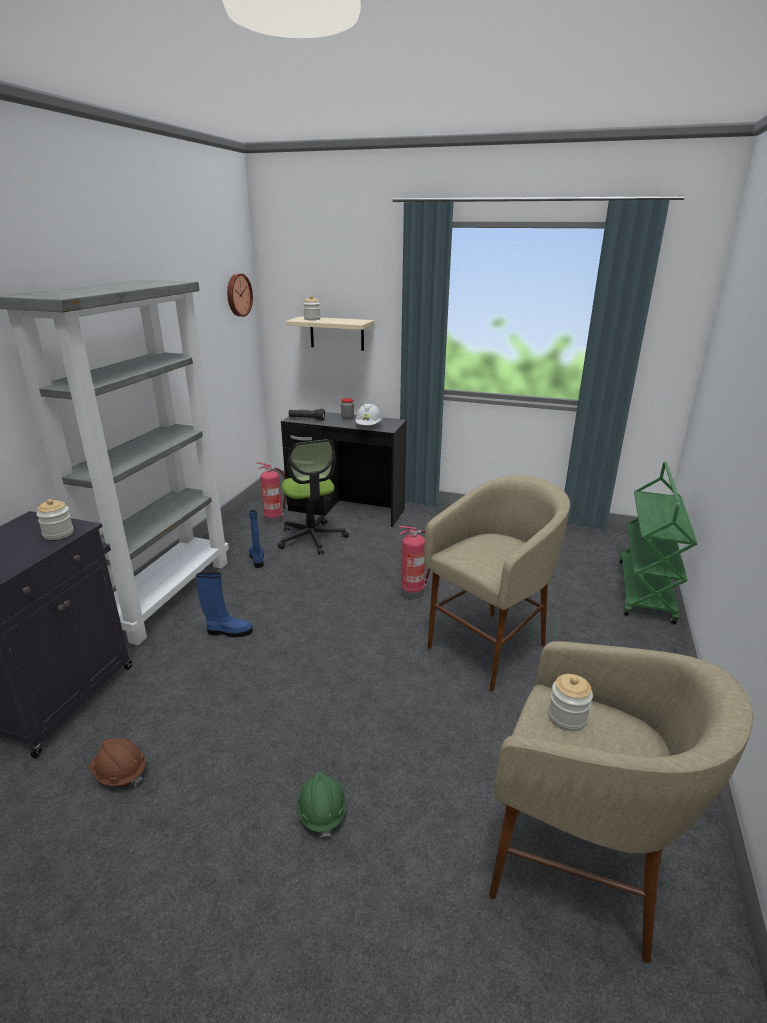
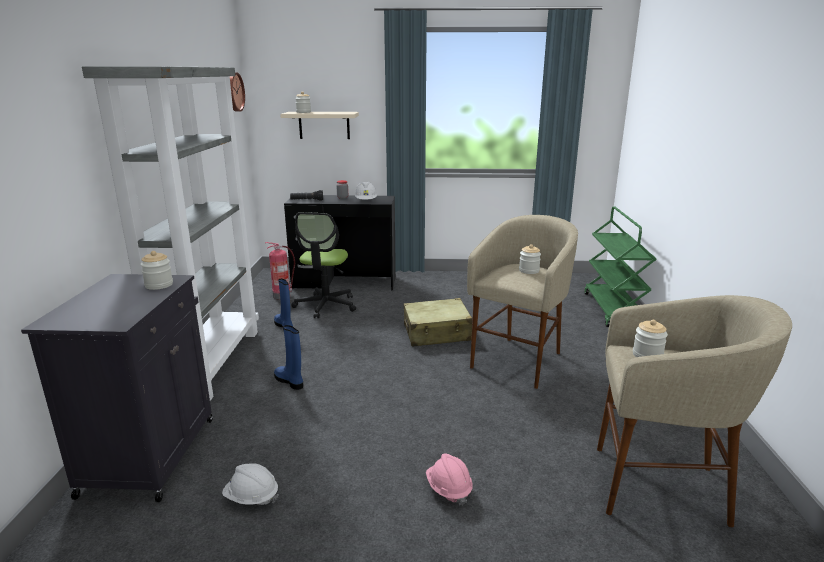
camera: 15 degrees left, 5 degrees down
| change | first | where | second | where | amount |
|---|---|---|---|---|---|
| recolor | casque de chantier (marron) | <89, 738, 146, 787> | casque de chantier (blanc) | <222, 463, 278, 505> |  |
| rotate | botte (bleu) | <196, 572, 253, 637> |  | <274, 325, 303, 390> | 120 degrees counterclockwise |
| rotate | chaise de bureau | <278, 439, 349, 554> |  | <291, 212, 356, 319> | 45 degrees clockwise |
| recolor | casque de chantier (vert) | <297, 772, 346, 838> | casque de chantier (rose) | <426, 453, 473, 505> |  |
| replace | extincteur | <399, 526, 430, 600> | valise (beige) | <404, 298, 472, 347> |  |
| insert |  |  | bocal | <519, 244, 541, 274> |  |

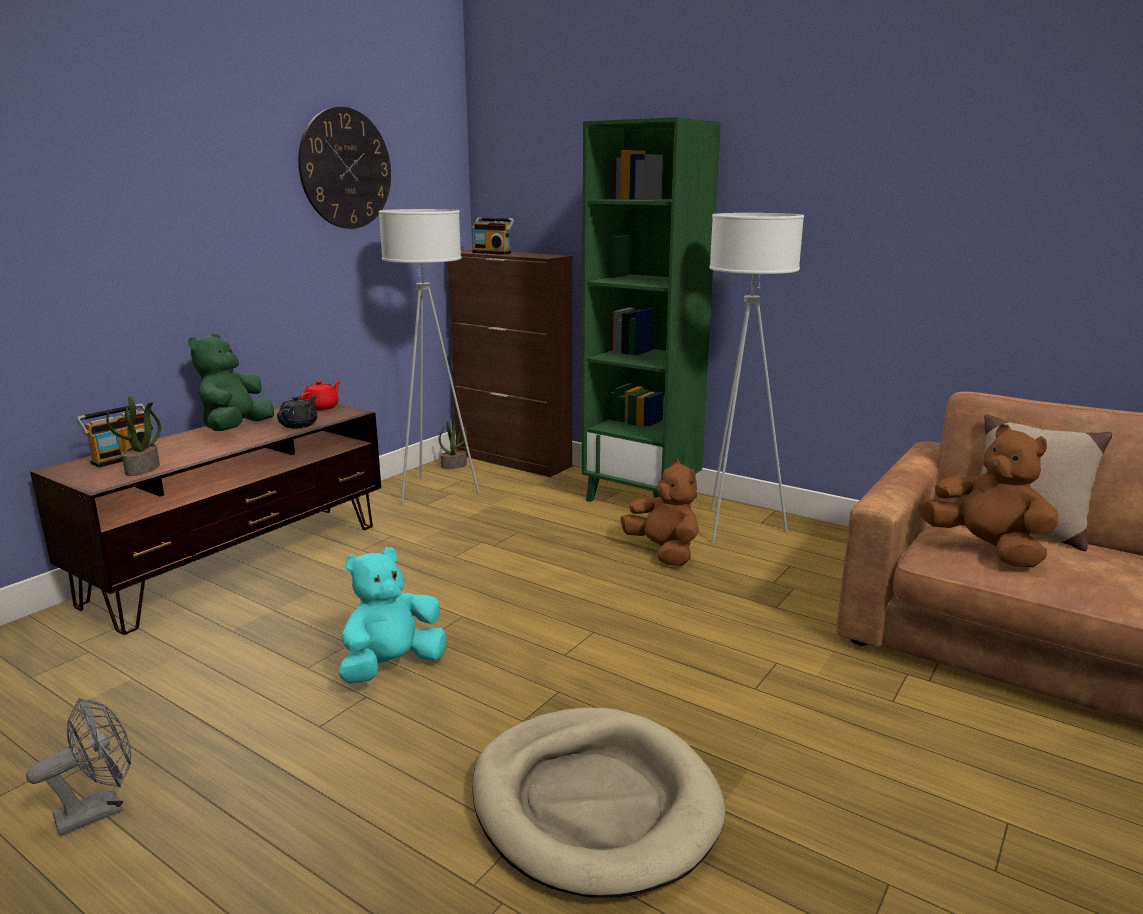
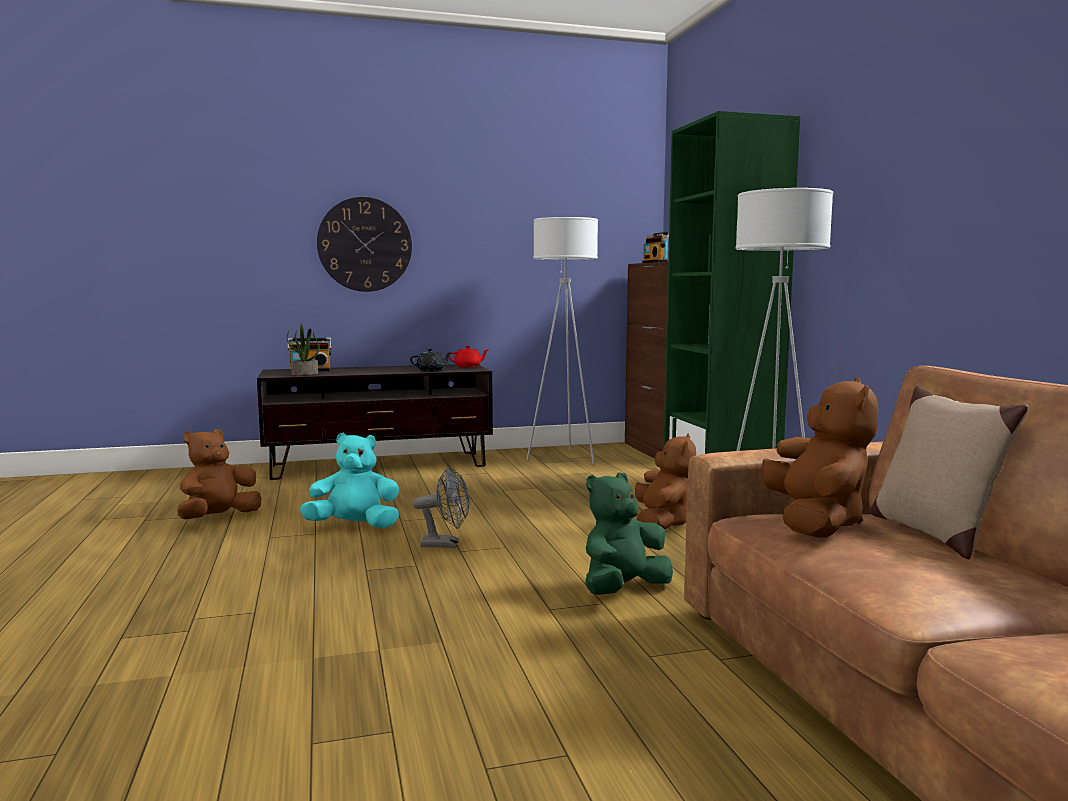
camera: 40 degrees right, 10 degrees down
| change | first | where | second | where | amount |
|---|---|---|---|---|---|
| move | ventilateur (gris) | <26, 698, 131, 836> |  | <413, 467, 469, 547> |  |
| move | peluche (vert) | <188, 334, 274, 431> |  | <585, 472, 673, 595> |  |
| move | horloge murale | <298, 107, 391, 229> |  | <317, 197, 412, 292> |  |
| delete | plante en pot | <439, 419, 467, 469> |  |  |  |
| delete | panier pour chien (beige) | <472, 708, 725, 898> |  |  |  |
| insert |  |  | peluche (marron) | <177, 429, 261, 519> |  |

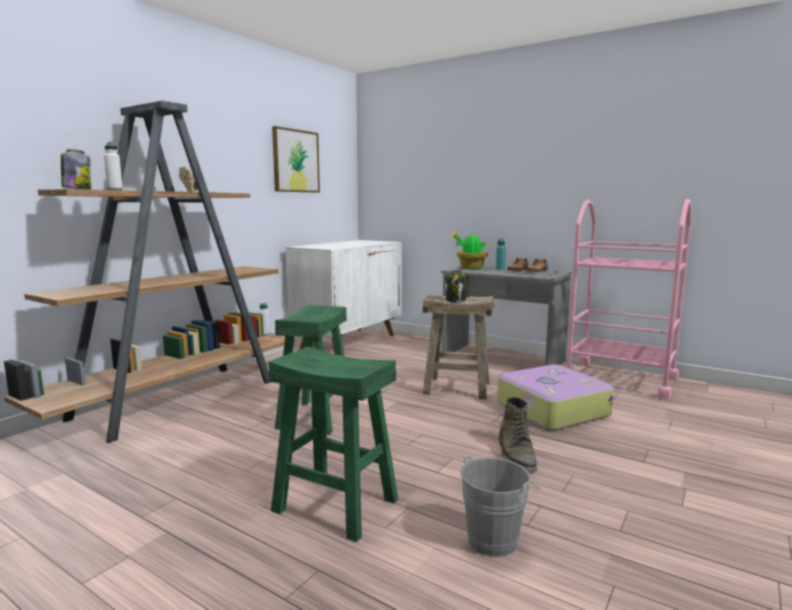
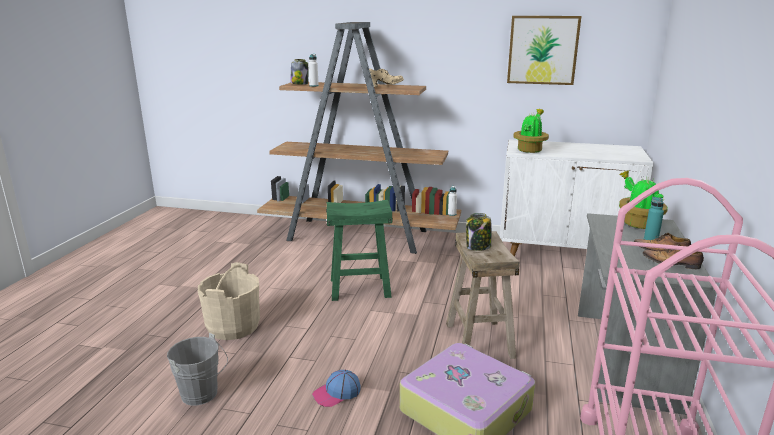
camera: 70 degrees right, 10 degrees up
| change | first | where | second | where | amount |
|---|---|---|---|---|---|
| replace | tabouret (vert) | <269, 346, 398, 542> | seau (beige) | <198, 262, 260, 340> |  |
| replace | botte (vert) | <498, 397, 537, 471> | casquette | <312, 370, 361, 407> |  |
| insert |  |  | plante en pot | <513, 109, 549, 153> |  |

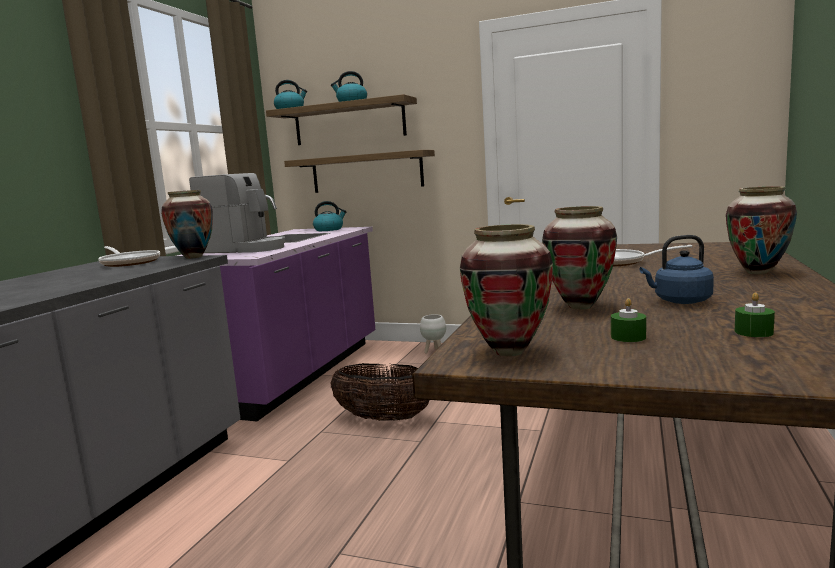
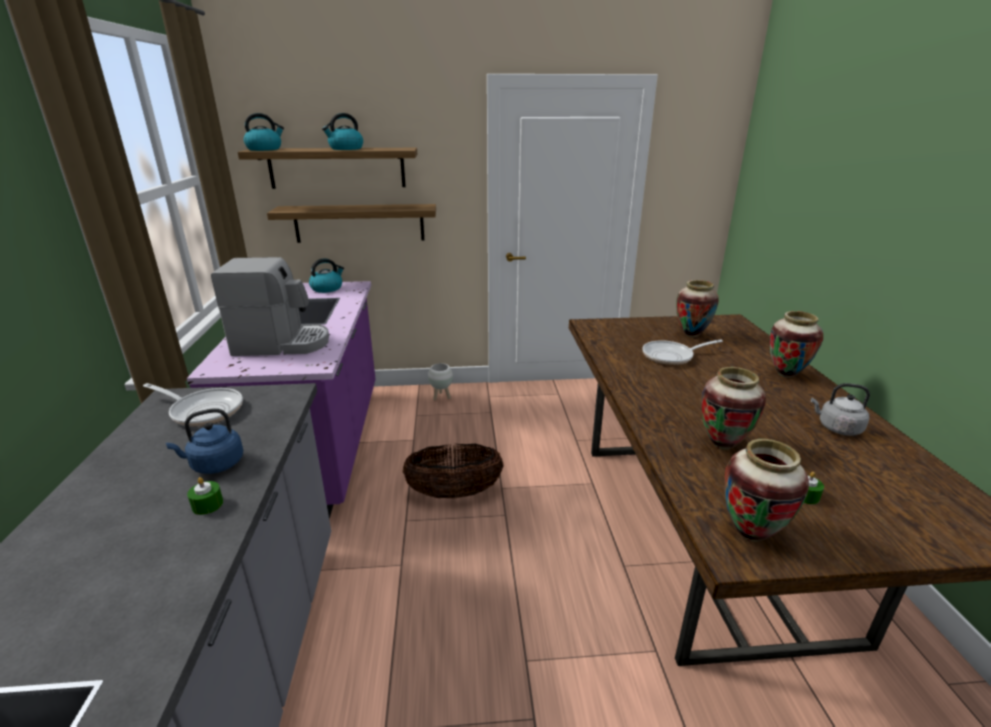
camera: 25 degrees left, 15 degrees up
| change | first | where | second | where | amount |
|---|---|---|---|---|---|
| move | vase | <161, 190, 213, 259> |  | <676, 280, 719, 338> |  |
| move | bouilloire (bleu) | <640, 235, 714, 304> |  | <166, 408, 243, 474> |  |
| move | bougie (vert) | <735, 292, 775, 337> |  | <187, 477, 223, 515> |  |
| insert |  |  | bouilloire (gris) | <811, 383, 870, 436> |  |

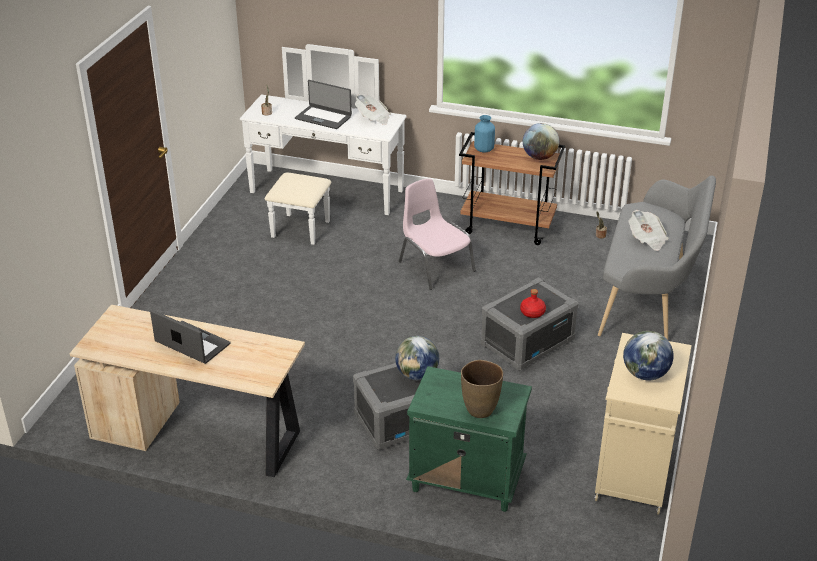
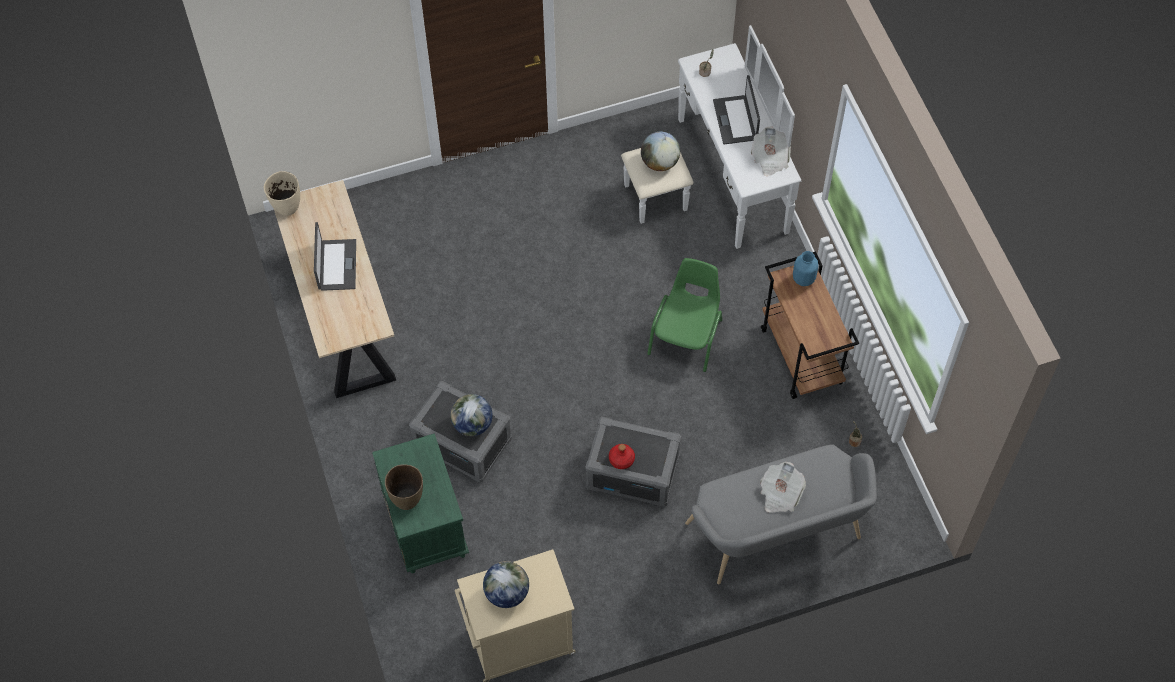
camera: 55 degrees right, 25 degrees up
| change | first | where | second | where | amount |
|---|---|---|---|---|---|
| recolor | chaise (rose) | <399, 179, 476, 290> | chaise (vert) | <647, 258, 722, 372> |  |
| move | globe | <523, 123, 559, 160> |  | <641, 132, 680, 171> |  |
| insert |  |  | vase (beige) | <264, 171, 300, 216> |  |

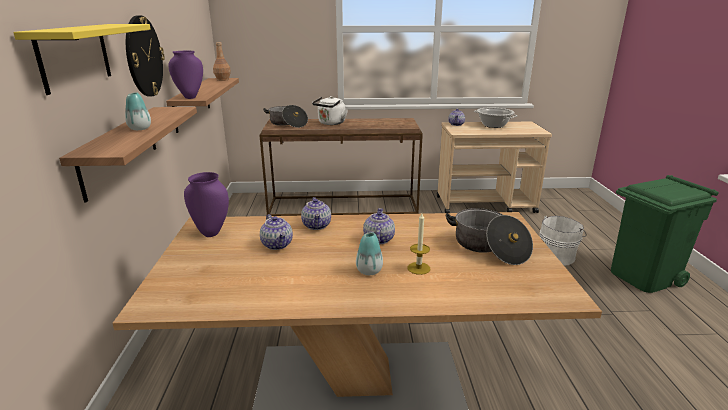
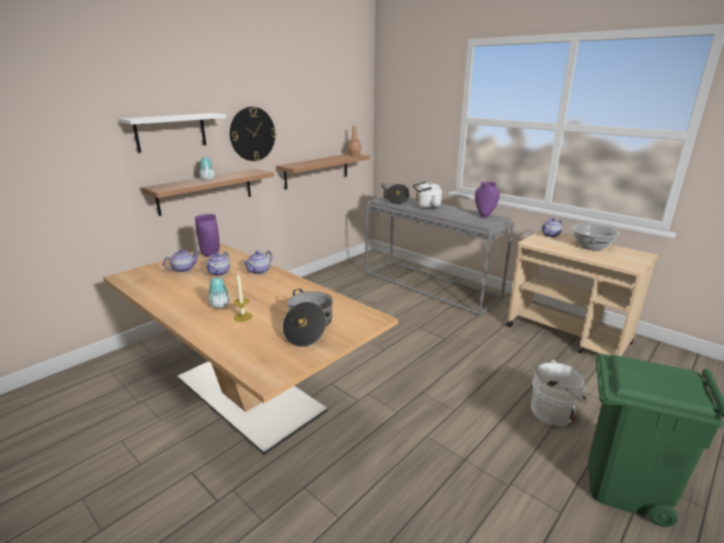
camera: 45 degrees right, 0 degrees up
| change | first | where | second | where | amount |
|---|---|---|---|---|---|
| recolor | étagère (jaune) | <13, 24, 151, 95> | étagère (blanc) | <118, 113, 226, 153> |  |
| move | vase (violet) | <168, 51, 203, 99> |  | <475, 182, 500, 218> |  |
| recolor | table console (marron) | <259, 118, 423, 216> | table console (gris) | <365, 196, 514, 316> |  |
| move | théière | <363, 208, 395, 244> |  | <163, 249, 199, 273> |  |

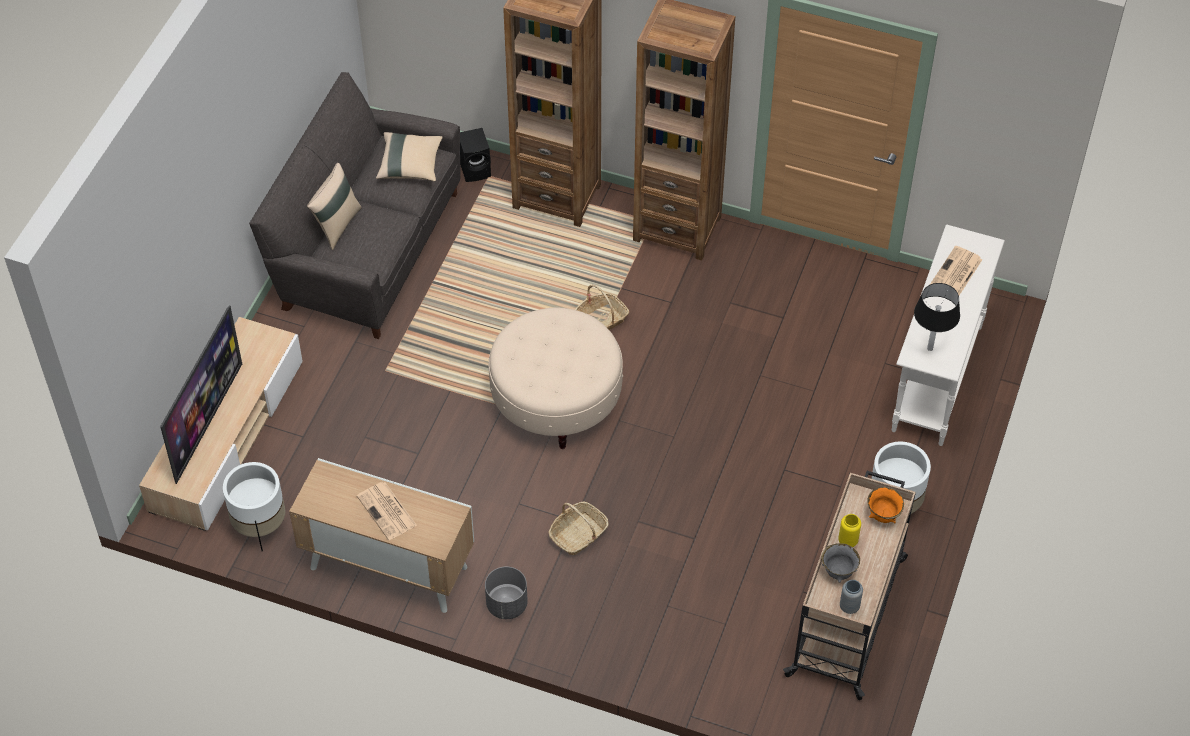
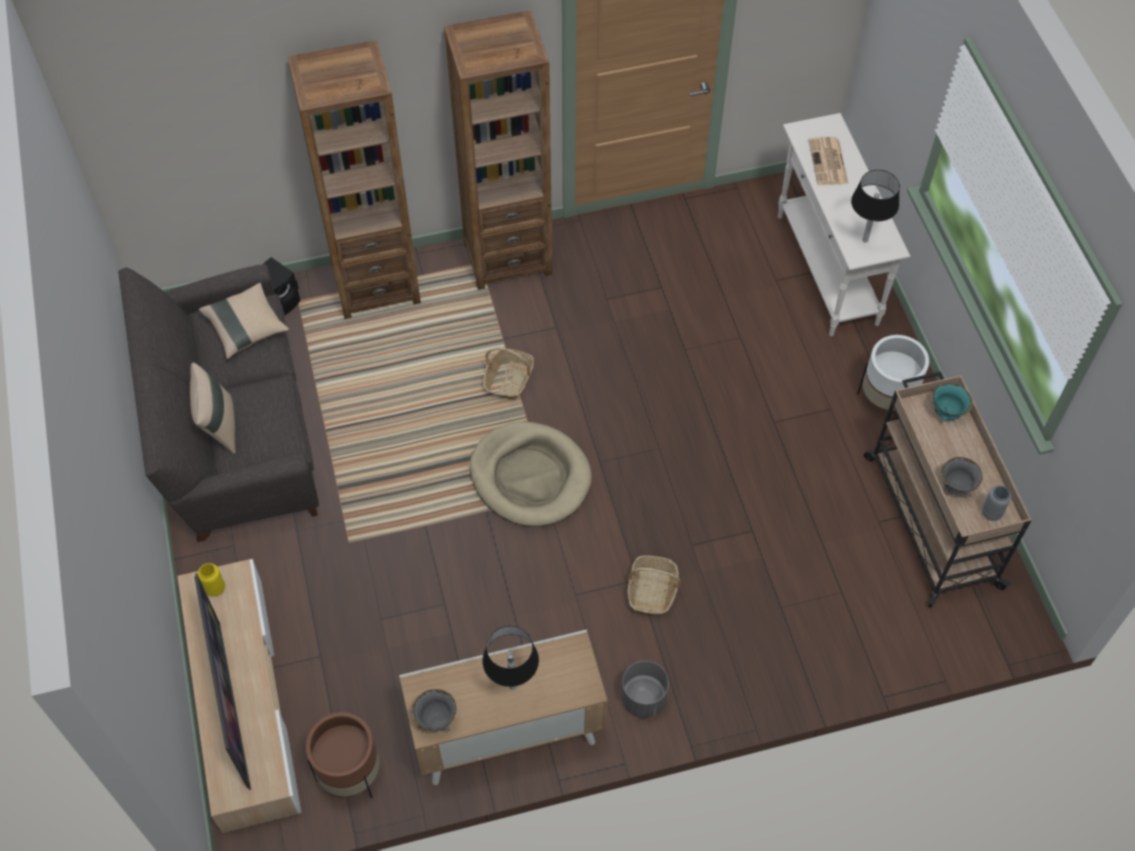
camera: 35 degrees left, 5 degrees up
| change | first | where | second | where | amount |
|---|---|---|---|---|---|
| recolor | cache-pot (blanc) | <223, 462, 285, 551> | cache-pot (marron) | <306, 712, 380, 798> |  |
| replace | journal | <357, 482, 417, 540> | lampe de table (noir) | <482, 626, 539, 690> |  |
| replace | pouf (beige) | <489, 308, 623, 449> | panier pour chien (beige) | <470, 421, 592, 527> |  |
| move | vase (jaune) | <838, 514, 861, 547> |  | <198, 563, 225, 596> |  |
| recolor | bol (orange) | <867, 487, 904, 523> | bol (turquoise) | <931, 383, 973, 421> |  |
| insert |  |  | bol (gris) | <412, 689, 456, 732> |  |

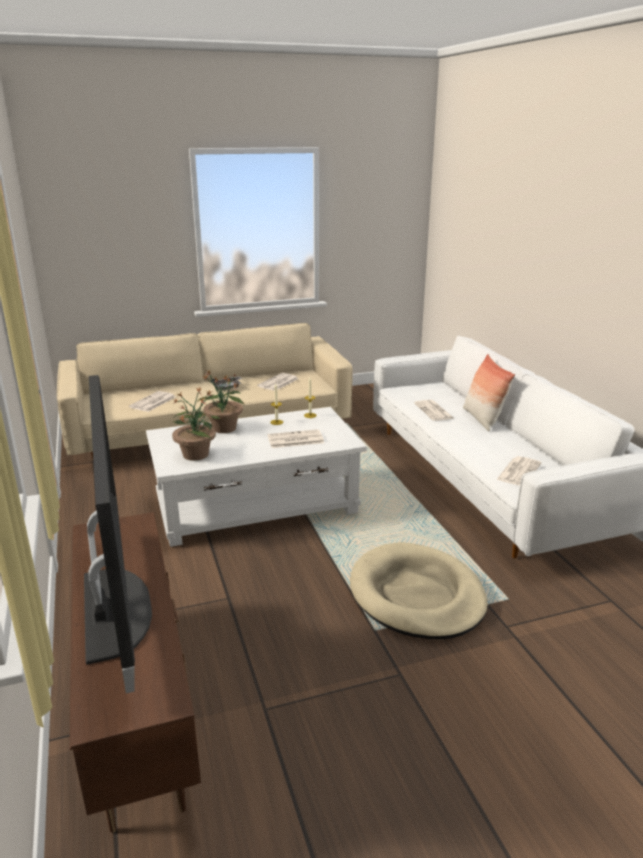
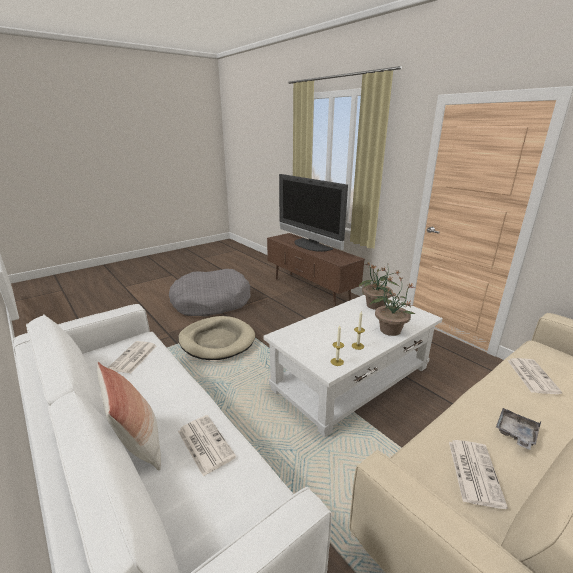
camera: 160 degrees right, 0 degrees up
| change | first | where | second | where | amount |
|---|---|---|---|---|---|
| delete | journal | <268, 429, 324, 448> |  |  |  |
| insert |  |  | panier pour chien (gris) | <169, 269, 251, 317> |  |

